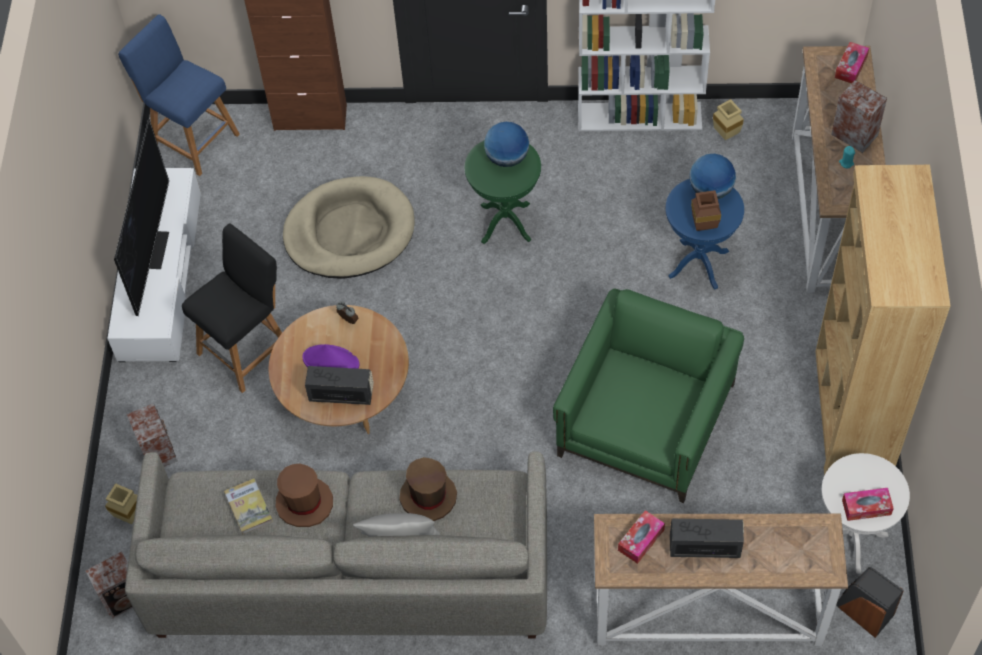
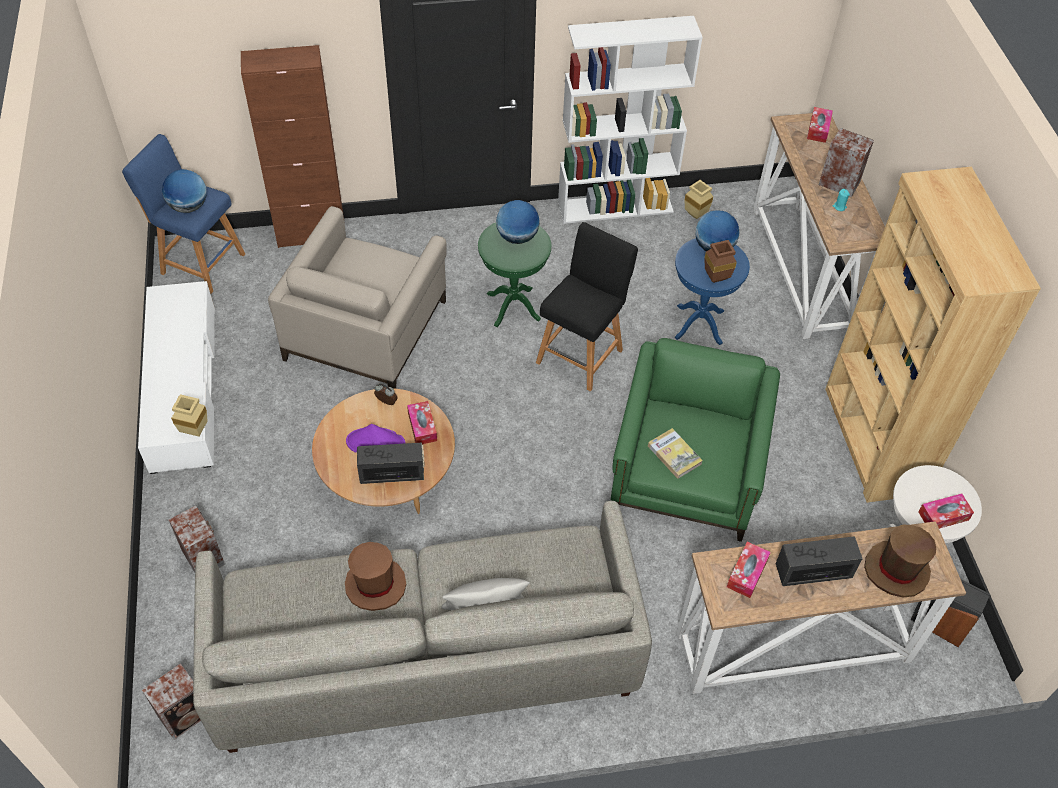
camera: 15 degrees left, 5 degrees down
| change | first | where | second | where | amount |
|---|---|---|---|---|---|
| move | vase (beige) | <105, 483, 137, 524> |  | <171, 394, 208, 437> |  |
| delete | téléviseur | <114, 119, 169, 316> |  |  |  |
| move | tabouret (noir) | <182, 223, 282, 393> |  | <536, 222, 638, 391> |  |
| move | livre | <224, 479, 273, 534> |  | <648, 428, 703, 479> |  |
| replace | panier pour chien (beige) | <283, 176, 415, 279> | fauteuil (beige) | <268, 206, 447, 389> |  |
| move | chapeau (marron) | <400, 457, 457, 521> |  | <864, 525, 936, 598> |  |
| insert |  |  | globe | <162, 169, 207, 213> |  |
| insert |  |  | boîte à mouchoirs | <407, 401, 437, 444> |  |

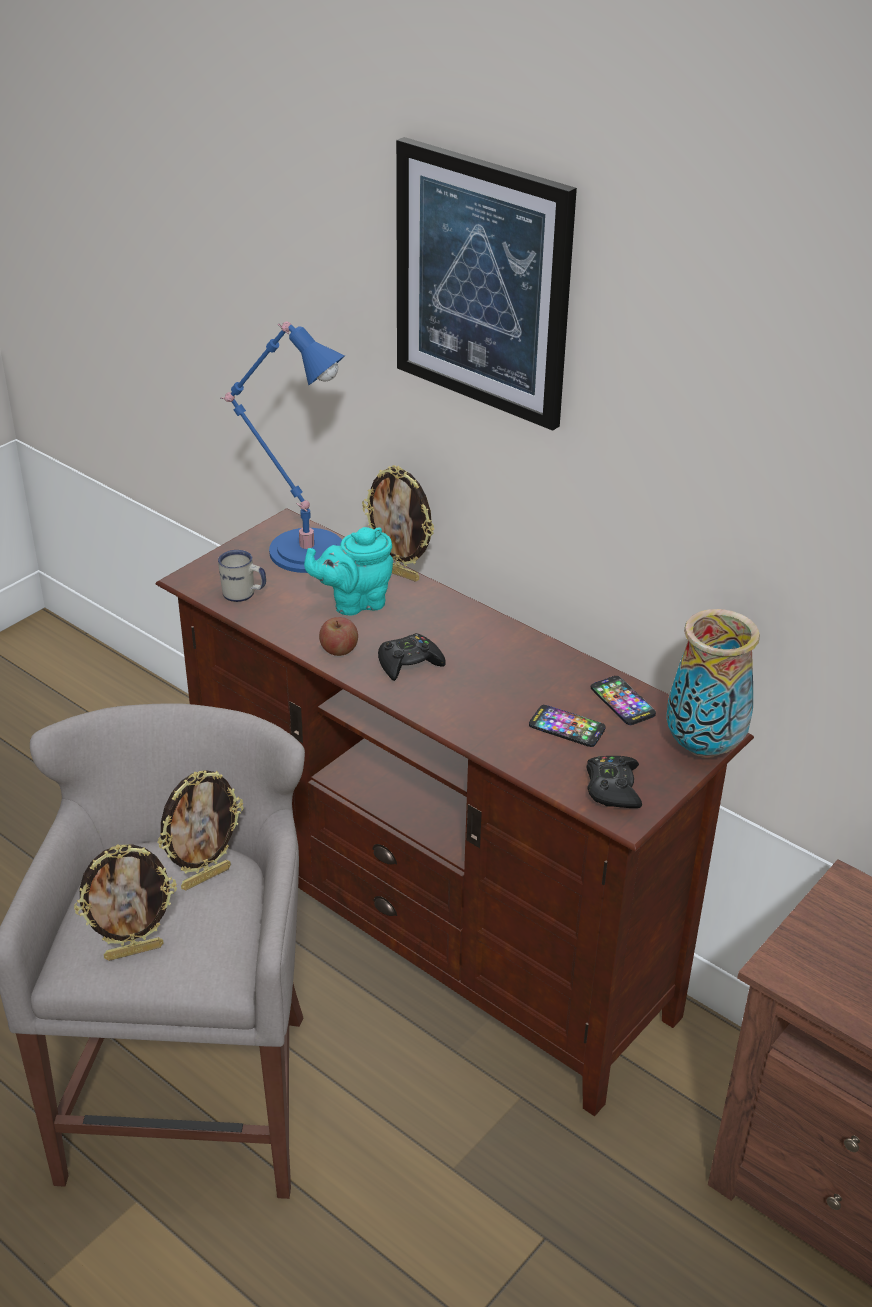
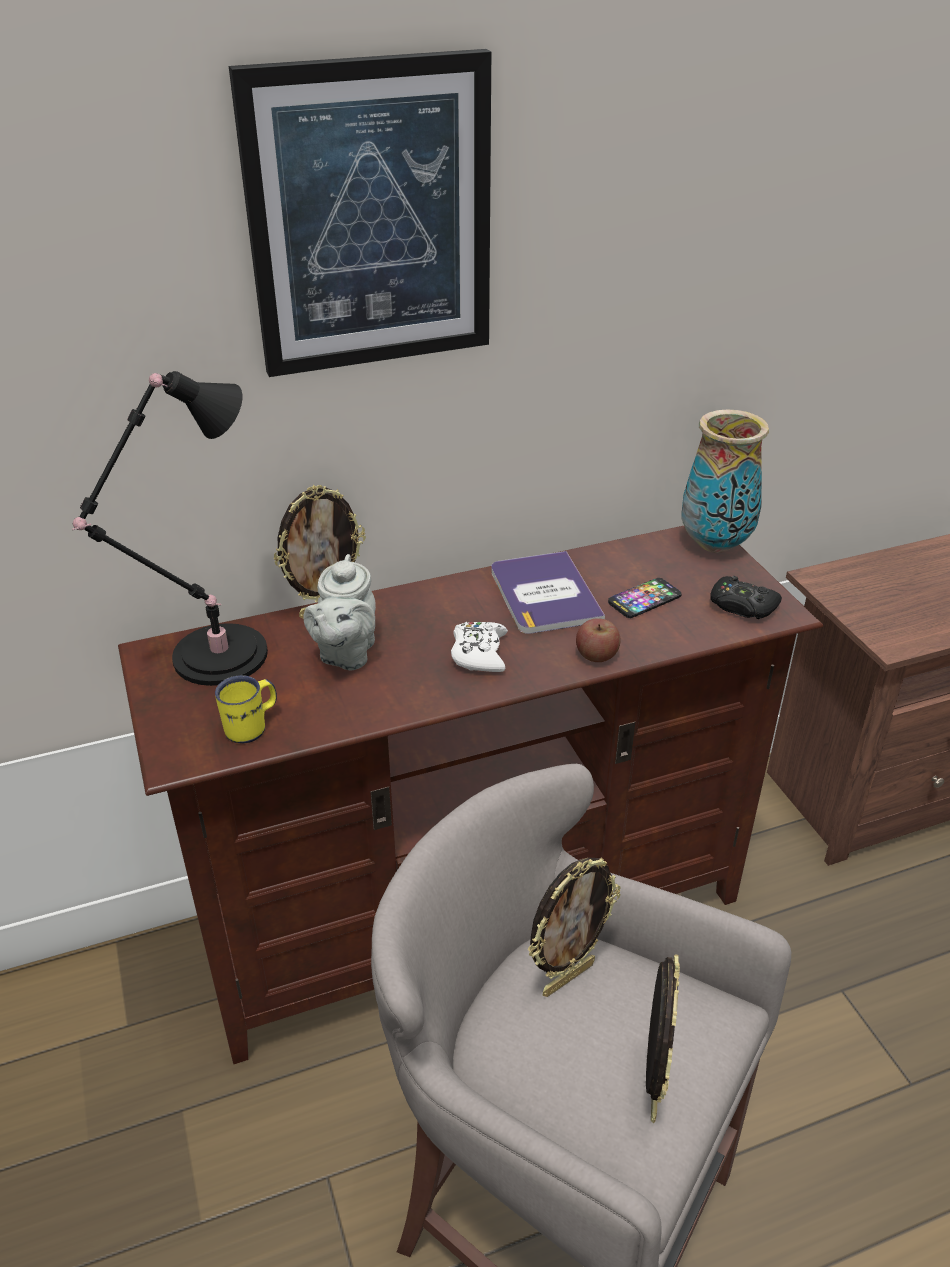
camera: 60 degrees left, 0 degrees up
| change | first | where | second | where | amount |
|---|---|---|---|---|---|
| rotate | cadre photo | <157, 770, 244, 890> |  | <528, 857, 621, 997> | 60 degrees clockwise |
| recolor | mug (blanc) | <218, 550, 266, 602> | mug (jaune) | <215, 675, 277, 743> |  |
| recolor | lampe de table (bleu) | <221, 322, 345, 573> | lampe de table (noir) | <72, 371, 268, 686> |  |
| recolor | théière (turquoise) | <304, 527, 393, 615> | théière (gris) | <303, 554, 376, 670> |  |
| move | pomme | <319, 617, 358, 656> |  | <576, 618, 620, 662> |  |
| recolor | manette (noir) | <378, 633, 445, 681> | manette (blanc) | <451, 622, 508, 672> |  |
| delete | téléphone | <591, 676, 656, 725> |  |  |  |
| insert |  |  | livre | <491, 551, 605, 634> |  |

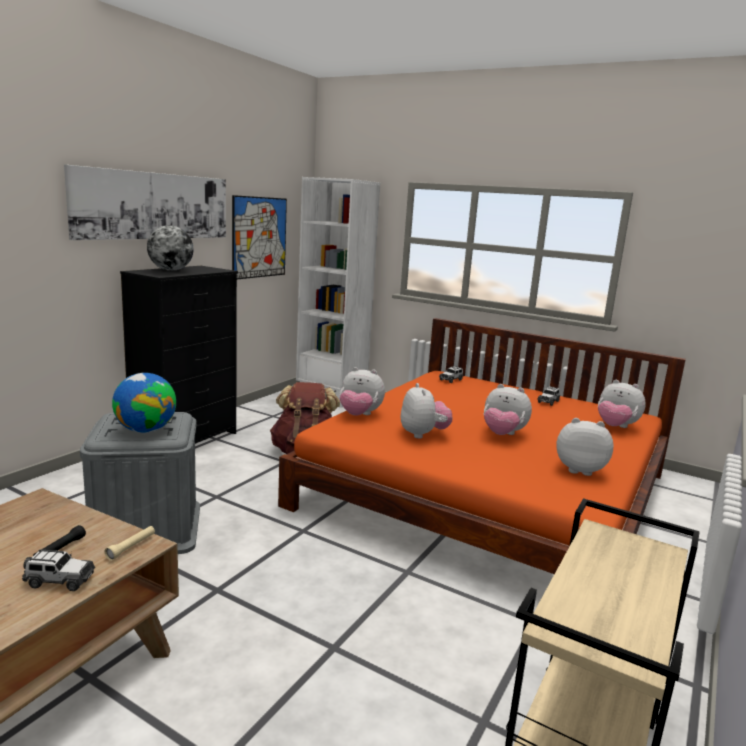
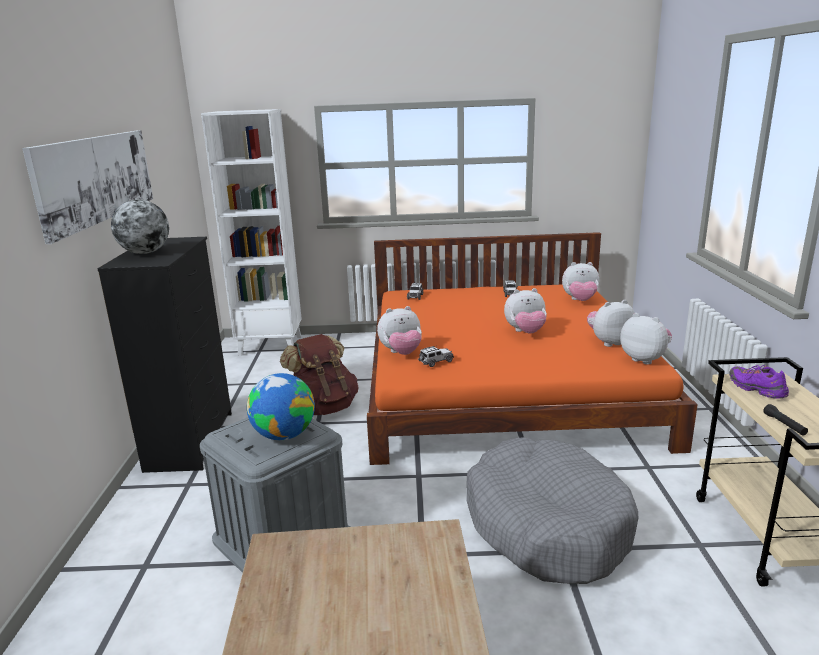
camera: 30 degrees left, 5 degrees up
| change | first | where | second | where | amount |
|---|---|---|---|---|---|
| move | petite voiture | <22, 549, 95, 591> |  | <418, 346, 454, 367> |  |
| move | lampe de poche (noir) | <33, 525, 86, 556> |  | <763, 404, 808, 436> |  |
| delete | lampe de poche (beige) | <104, 526, 155, 561> |  |  |  |
| delete | tableau | <232, 195, 287, 279> |  |  |  |
| move | peluche | <401, 383, 452, 439> |  | <620, 313, 672, 365> |  |
| insert |  |  | panier pour chien (gris) | <466, 437, 638, 584> |  |
| insert |  |  | chaussure (violet) | <729, 365, 789, 399> |  |

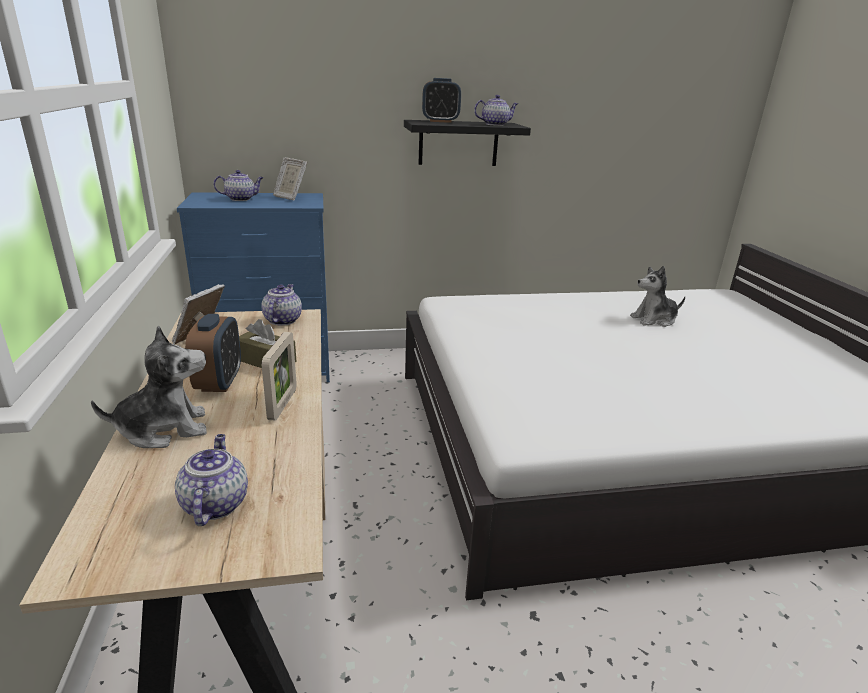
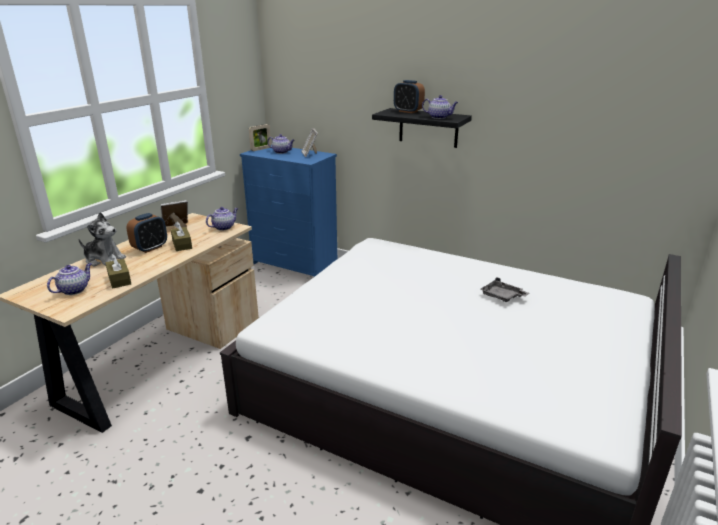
camera: 40 degrees right, 0 degrees up
| change | first | where | second | where | amount |
|---|---|---|---|---|---|
| move | cadre photo | <262, 332, 297, 421> |  | <249, 124, 271, 151> |  |
| replace | peluche | <630, 266, 685, 327> | plateau (gris) | <480, 277, 530, 302> |  |
| insert |  |  | boîte à mouchoirs (marron) | <105, 254, 131, 288> |  |

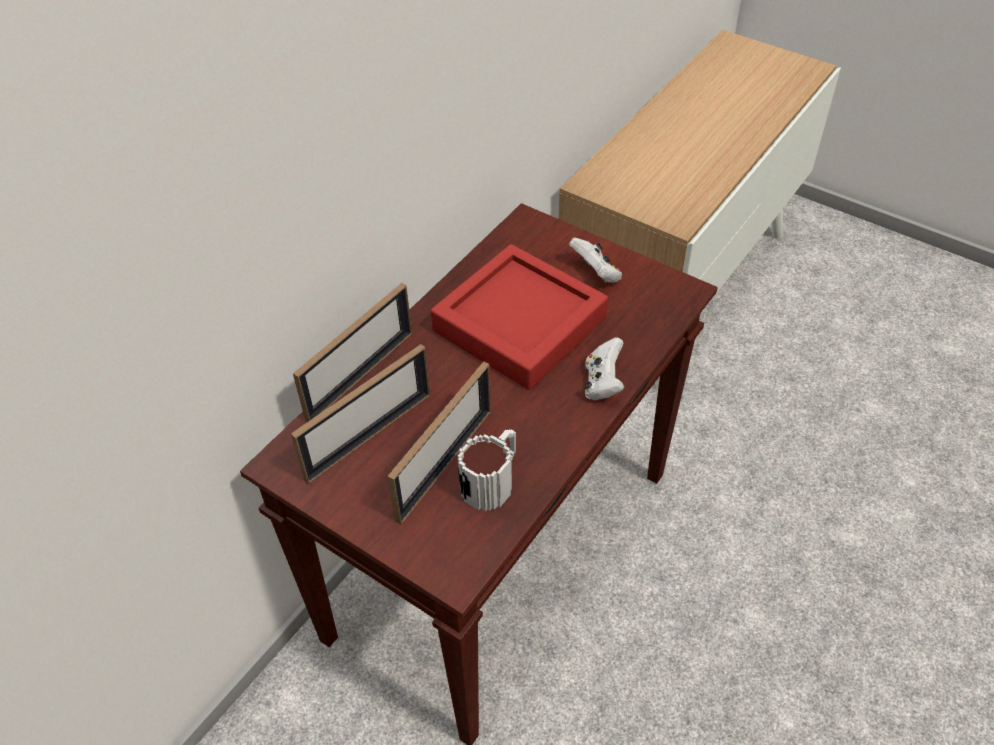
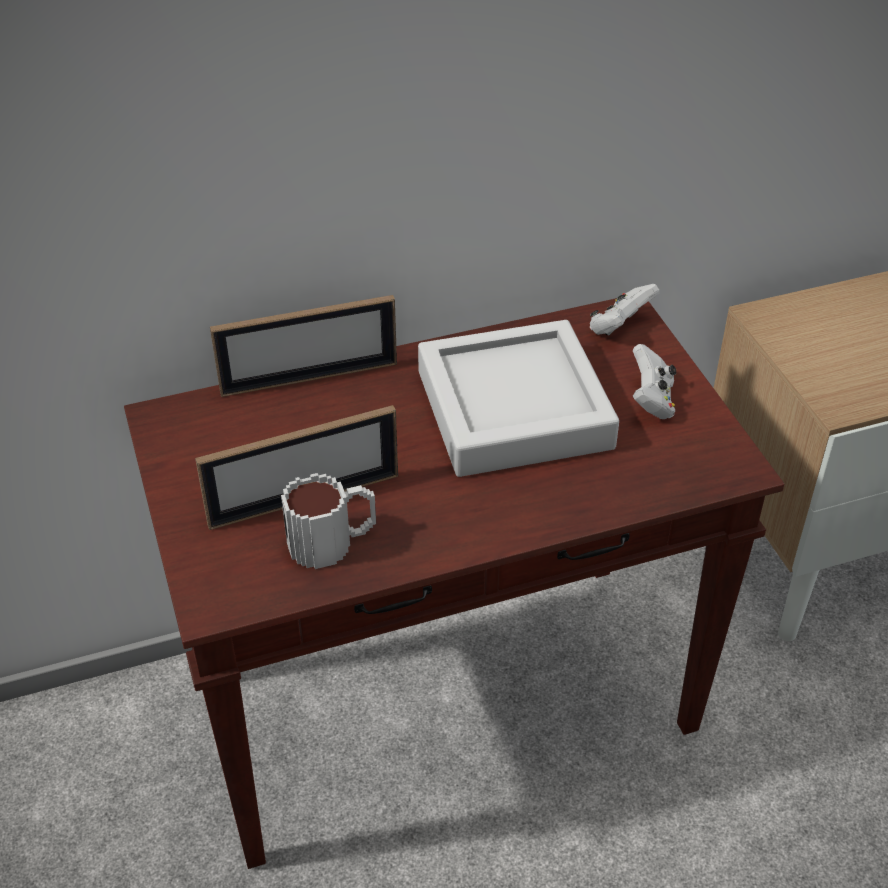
camera: 35 degrees right, 5 degrees down
| change | first | where | second | where | amount |
|---|---|---|---|---|---|
| delete | cadre photo | <291, 344, 430, 484> |  |  |  |
| recolor | plateau (rouge) | <431, 244, 608, 390> | plateau (gris) | <418, 320, 619, 477> |  |
| move | manette (blanc) | <585, 338, 624, 400> |  | <590, 284, 660, 335> |  |

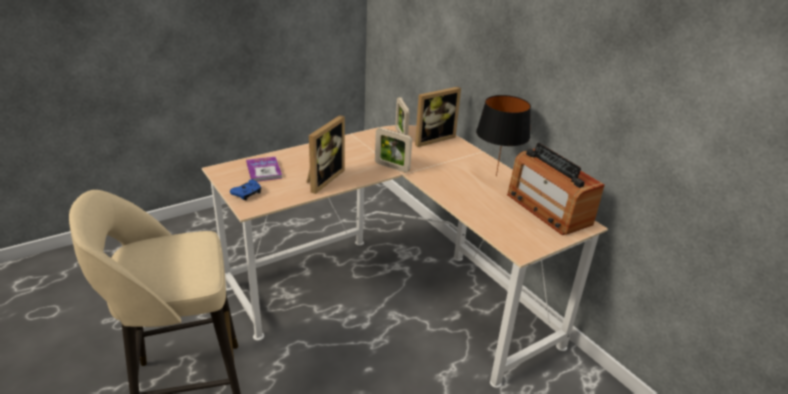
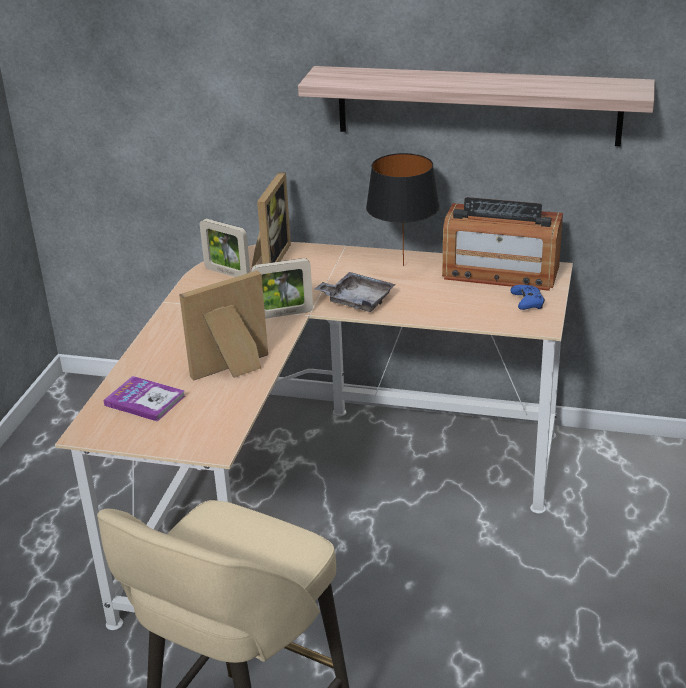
camera: 40 degrees left, 0 degrees up
| change | first | where | second | where | amount |
|---|---|---|---|---|---|
| move | manette (bleu) | <230, 179, 261, 201> |  | <510, 285, 545, 310> |  |
| rotate | cadre photo | <306, 115, 345, 194> |  | <179, 271, 268, 380> | 105 degrees counterclockwise |
| insert |  |  | étagère | <298, 66, 655, 146> |  |
| insert |  |  | plateau (gris) | <315, 272, 396, 312> |  |

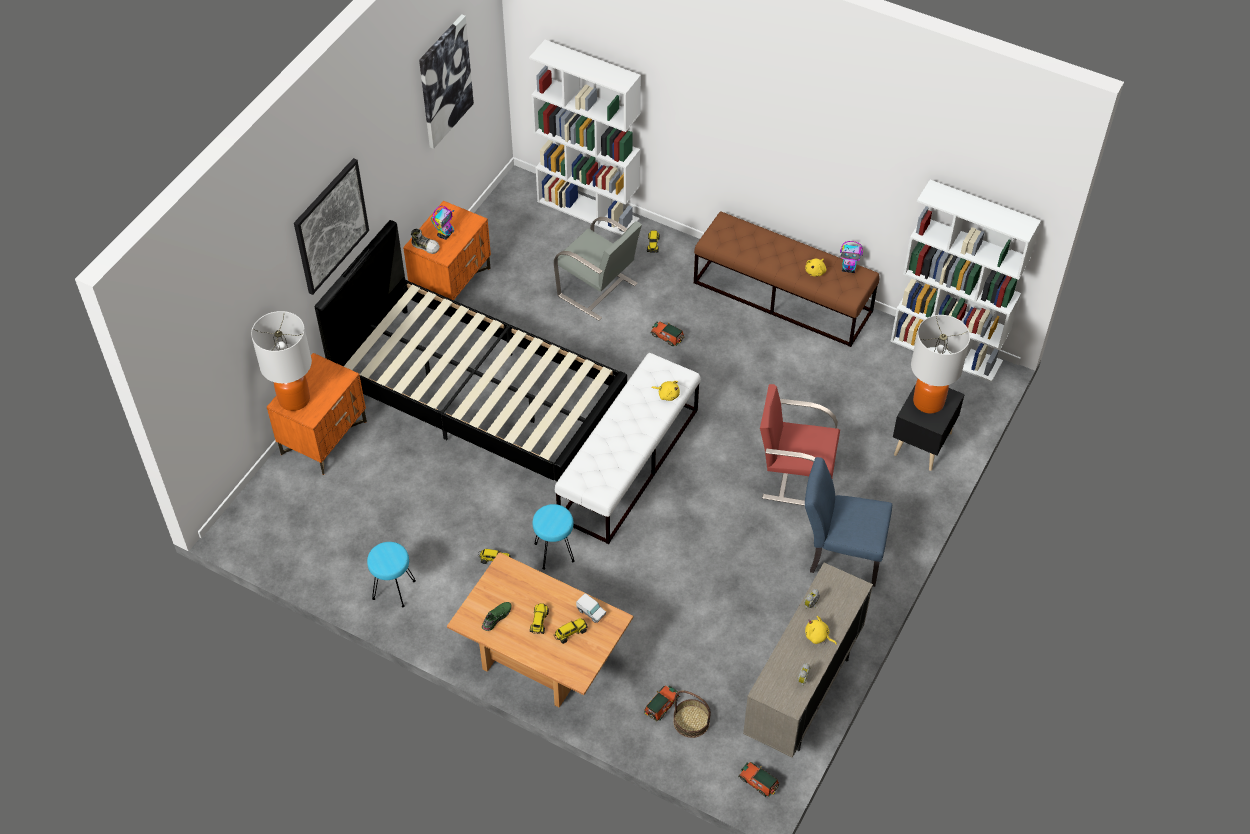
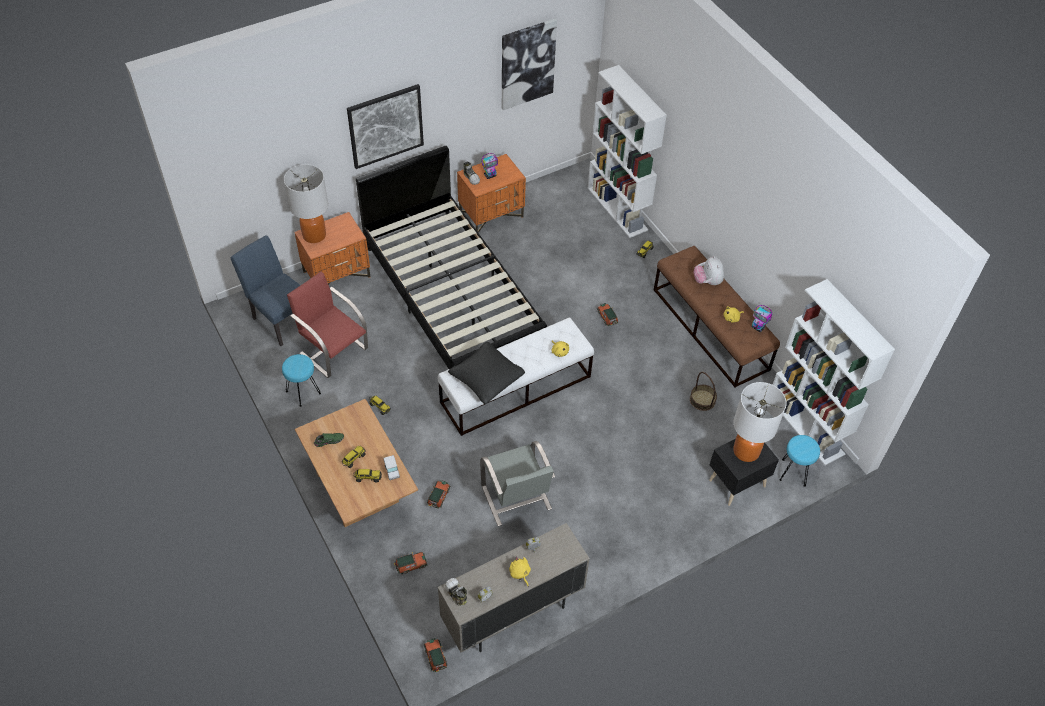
camera: 30 degrees right, 0 degrees up
| change | first | where | second | where | amount |
|---|---|---|---|---|---|
| move | tabouret (turquoise) | <533, 504, 575, 570> |  | <779, 435, 820, 487> |  |
| move | chaise (gris) | <554, 217, 642, 321> |  | <480, 441, 555, 526> |  |
| move | panier | <673, 691, 711, 738> |  | <690, 372, 717, 411> |  |
| move | chaise (rouge) | <760, 384, 840, 506> |  | <287, 272, 368, 378> |  |
| move | chaise (bleu) | <805, 457, 892, 587> |  | <231, 235, 301, 346> |  |
| insert |  |  | petite voiture | <427, 480, 451, 509> |  |
| insert |  |  | chaussure | <445, 578, 467, 606> |  |
| insert |  |  | coussin (noir) | <448, 342, 525, 404> |  |
| insert |  |  | peluche | <694, 256, 724, 285> |  |

